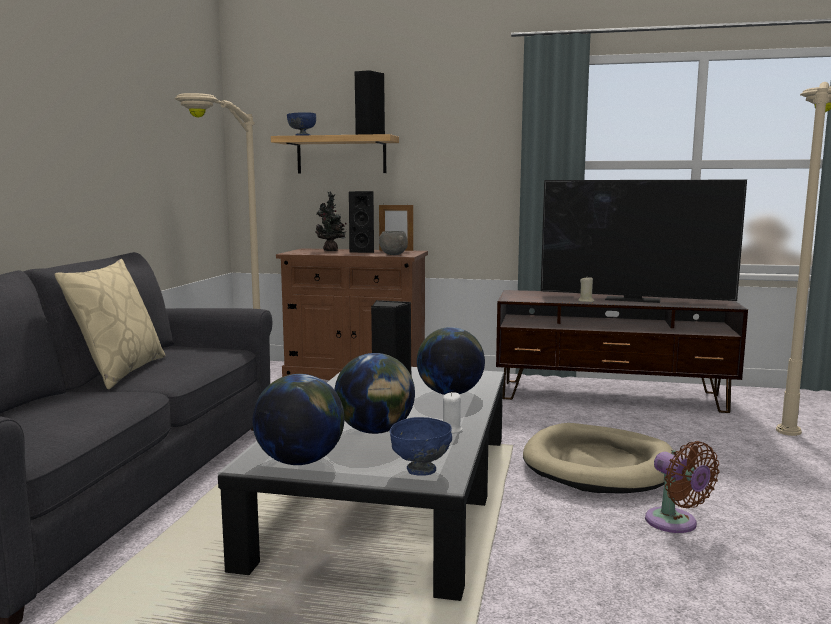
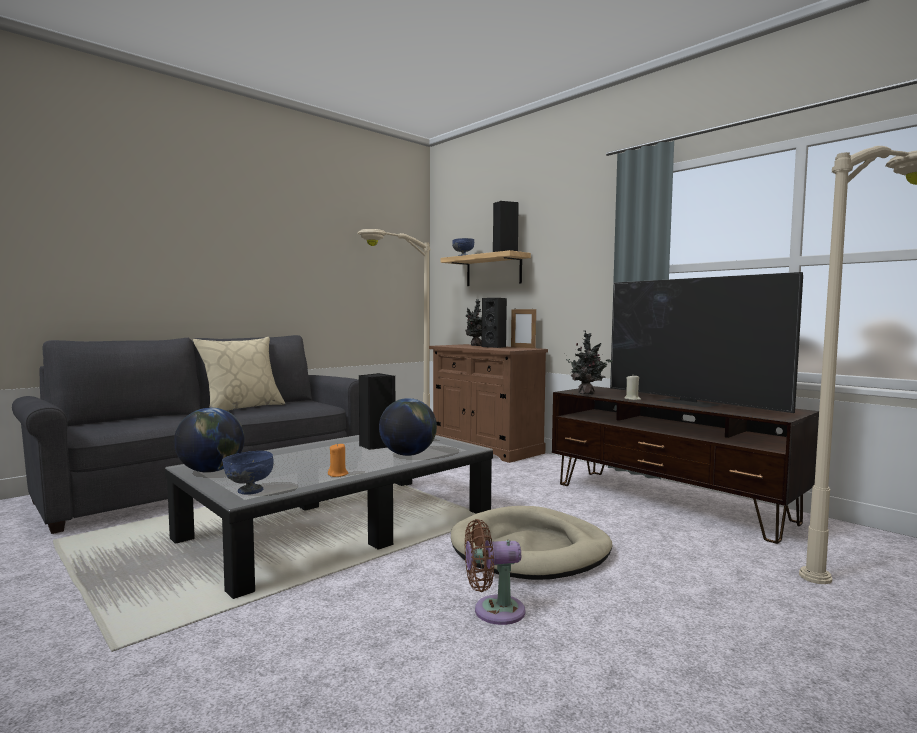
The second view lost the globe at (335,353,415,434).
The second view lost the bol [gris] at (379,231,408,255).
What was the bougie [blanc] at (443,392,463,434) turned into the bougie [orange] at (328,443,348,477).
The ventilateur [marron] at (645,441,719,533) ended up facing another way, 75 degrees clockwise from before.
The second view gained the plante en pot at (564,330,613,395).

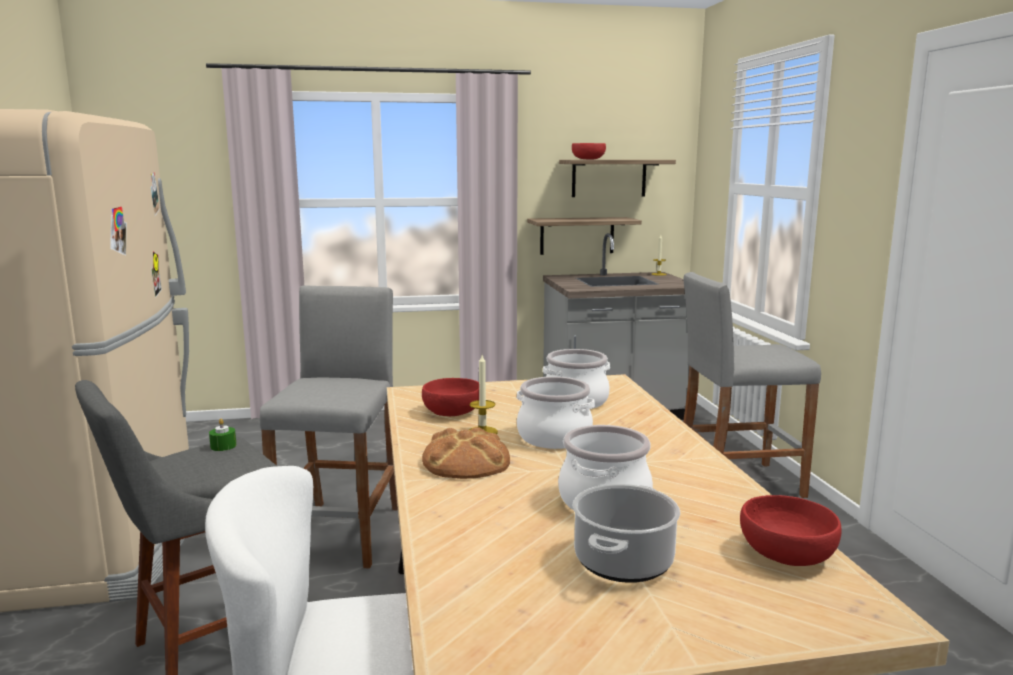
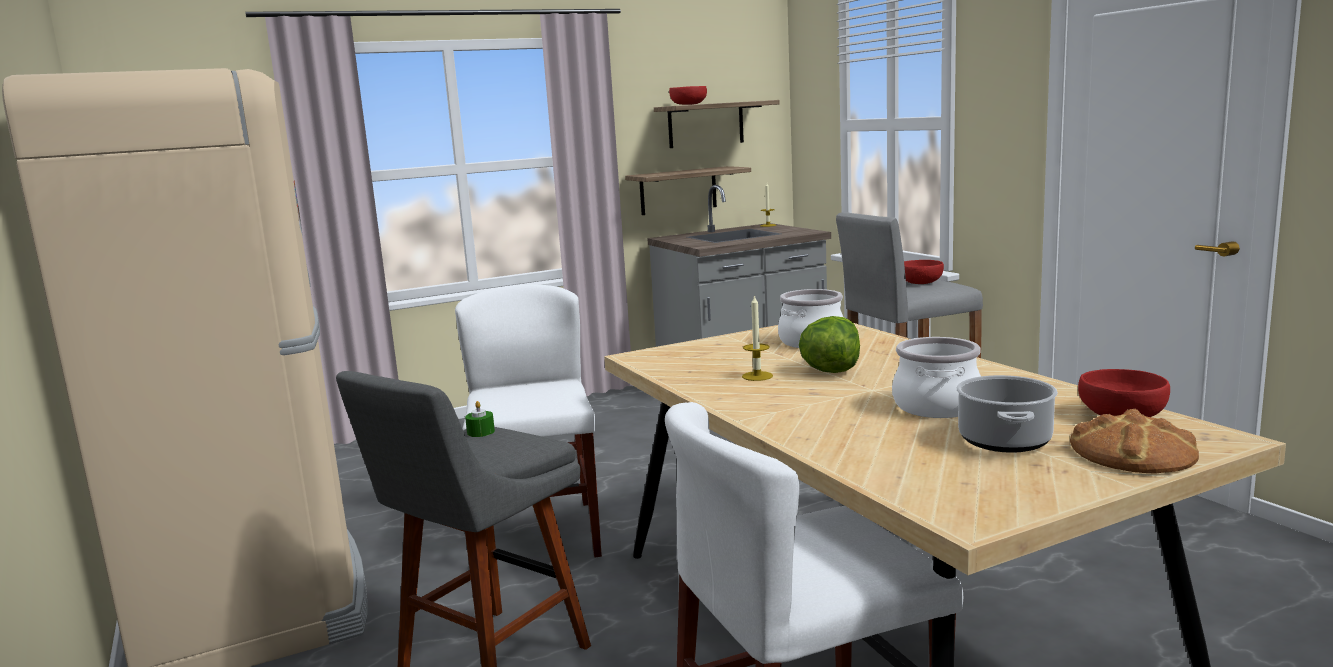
Where the tabouret [gris] stood at (260,286,398,569), the chaise [blanc] came to stand at (455,284,602,557).
The bol [rouge] ended up elsewhere, having gone from (422,378,479,416) to (904,260,944,284).
The pain ended up elsewhere, having gone from (422,427,510,479) to (1070,409,1199,473).
Where the marmite stood at (517,376,595,449), the laitue came to stand at (799,316,860,373).

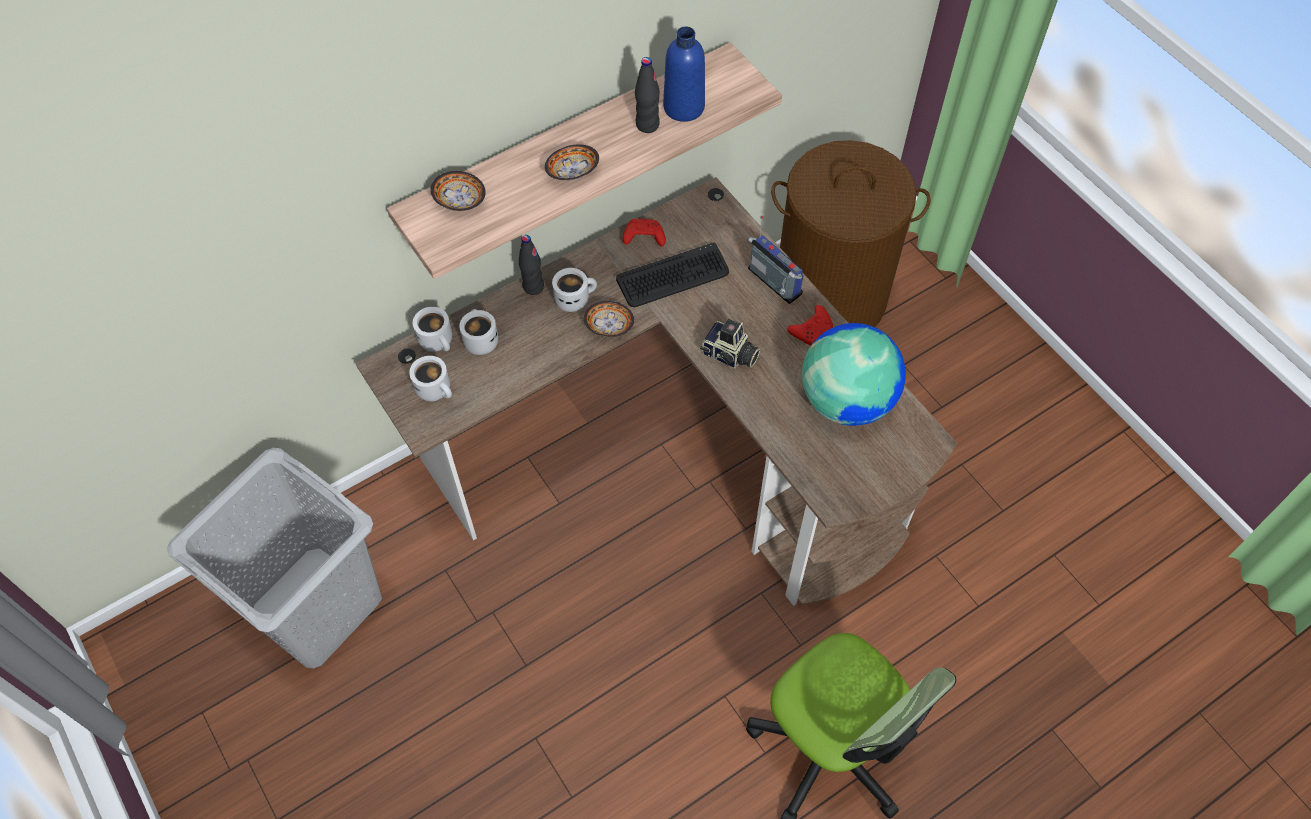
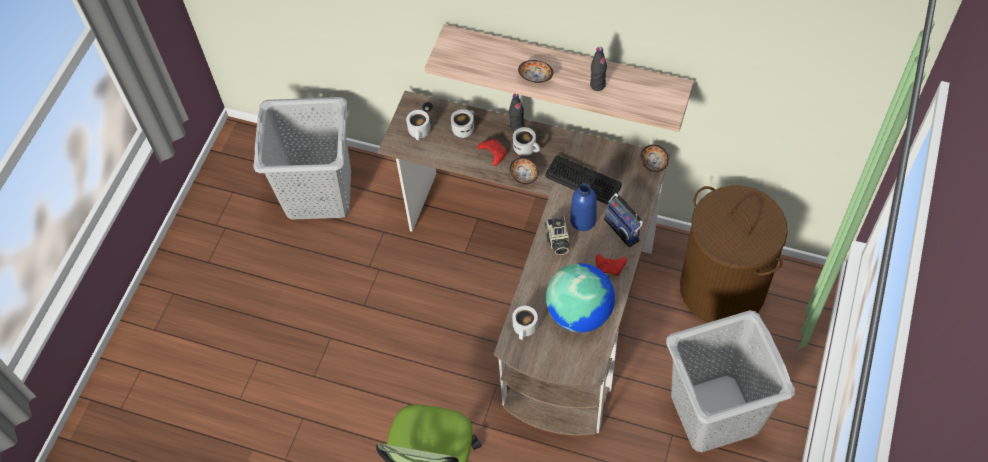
The mug [blanc] ended up elsewhere, having gone from (413,307,452,352) to (512,306,538,340).
The bol ended up elsewhere, having gone from (430,171,486,211) to (641,144,669,172).
The manette [rouge] ended up elsewhere, having gone from (623,219,666,247) to (478,139,506,166).
The bouteille [bleu] ended up elsewhere, having gone from (663,26,705,122) to (570,183,596,231).
The radio at (748,216,804,304) ended up facing another way, 135 degrees clockwise from before.
The second view gained the panier à linge [gris] at (666,310,795,452).

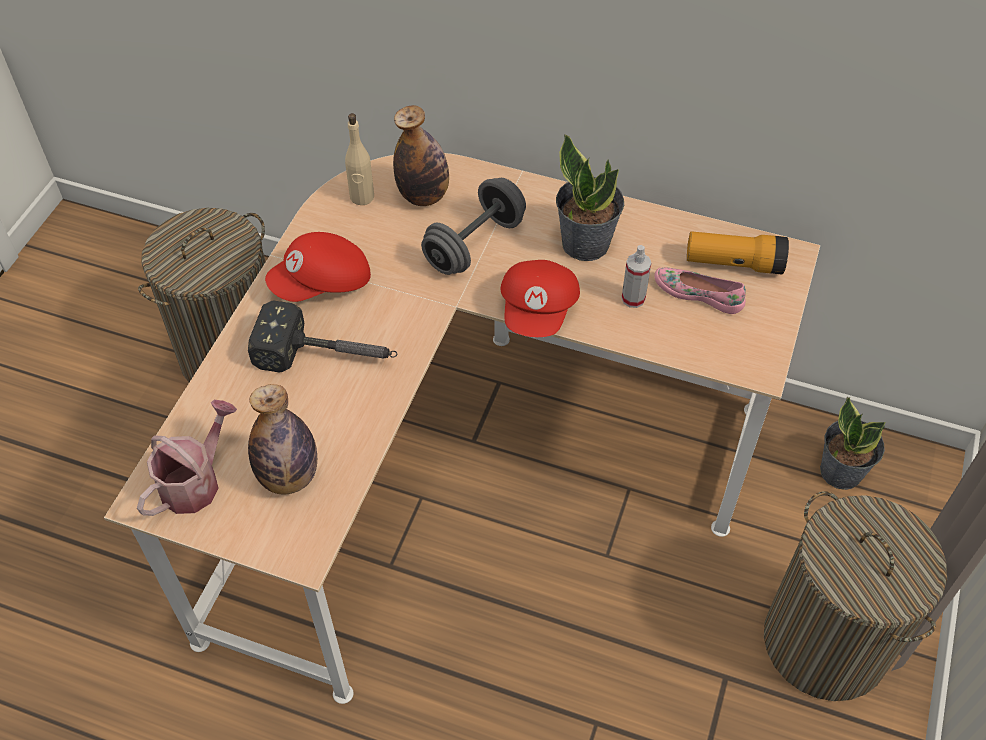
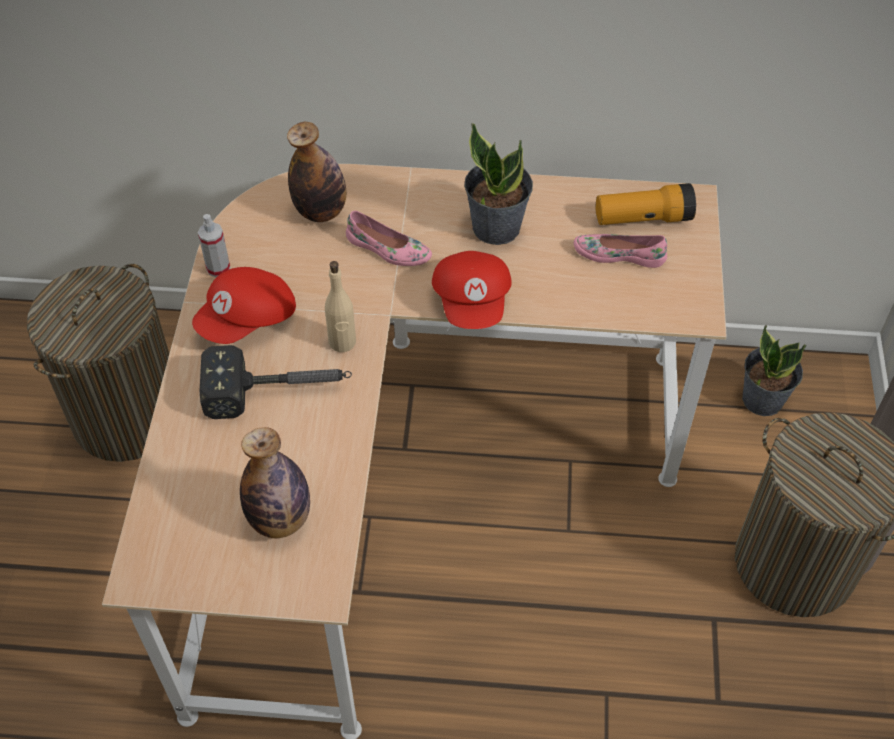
The second view lost the arrosoir at (137,400,237,516).
The bouteille [beige] ended up elsewhere, having gone from (345,113,374,205) to (325,261,356,352).
Where the haltère [gris] stood at (421,178,526,275), the chaussure [rose] came to stand at (346,211,432,266).
The vaporisateur ended up elsewhere, having gone from (622,245,651,308) to (198,214,230,278).

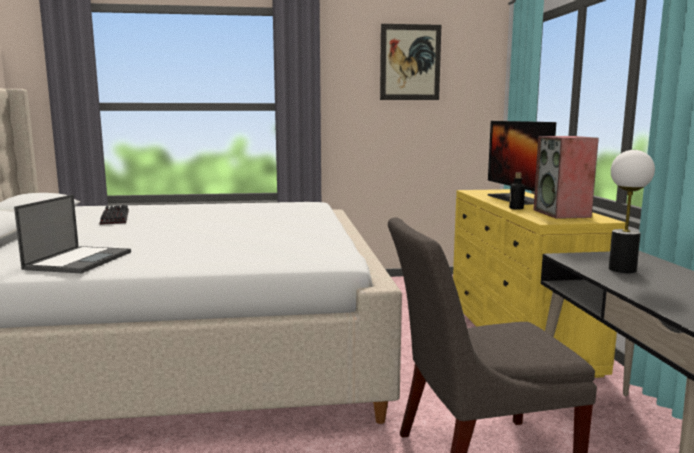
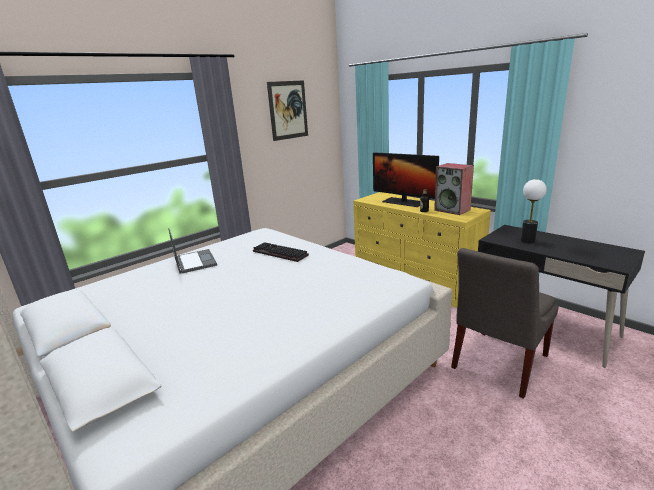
The ordinateur portable ended up elsewhere, having gone from (14,195,131,274) to (168,228,217,274).
The clavier ended up elsewhere, having gone from (100,205,129,225) to (253,242,309,262).

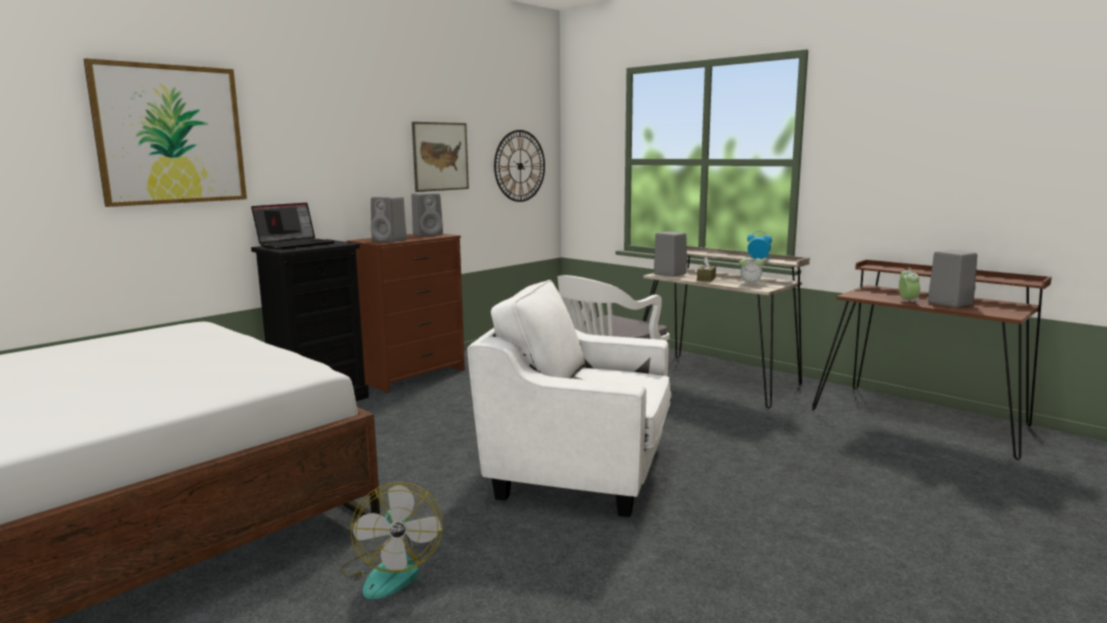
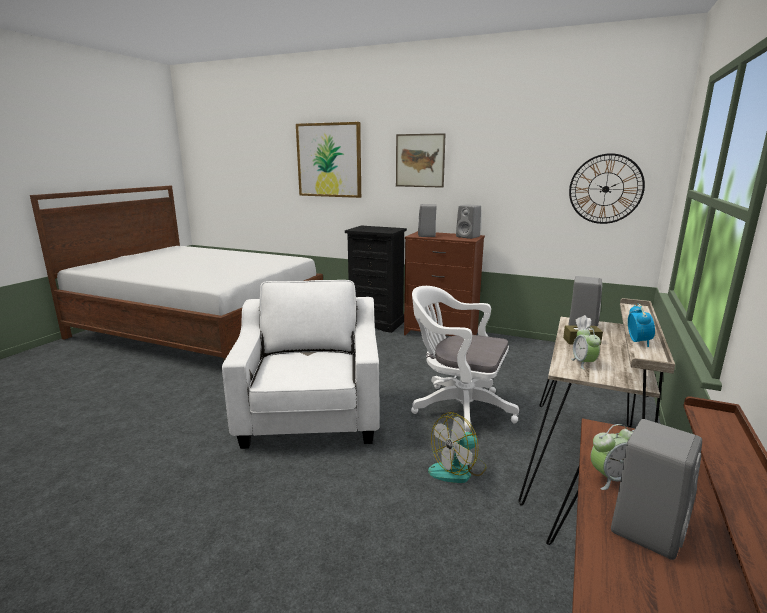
The second view lost the ordinateur portable at (251,203,335,249).
The ventilateur ended up elsewhere, having gone from (340,482,443,599) to (428,412,486,483).
The tableau ended up elsewhere, having gone from (412,122,469,192) to (396,133,446,188).

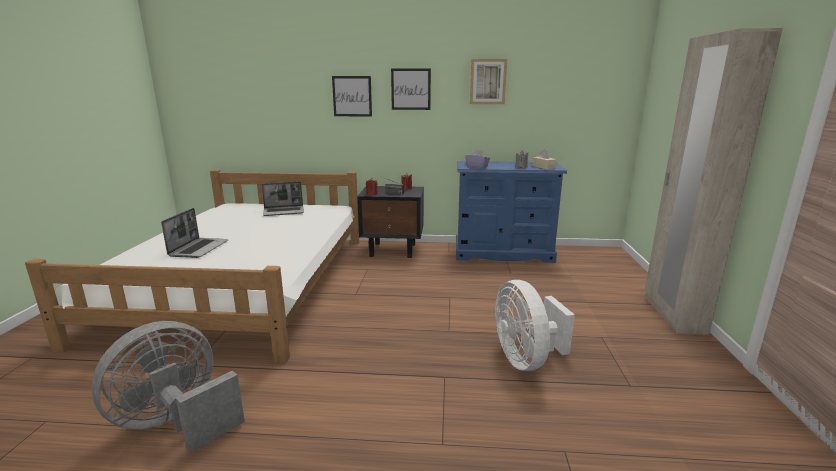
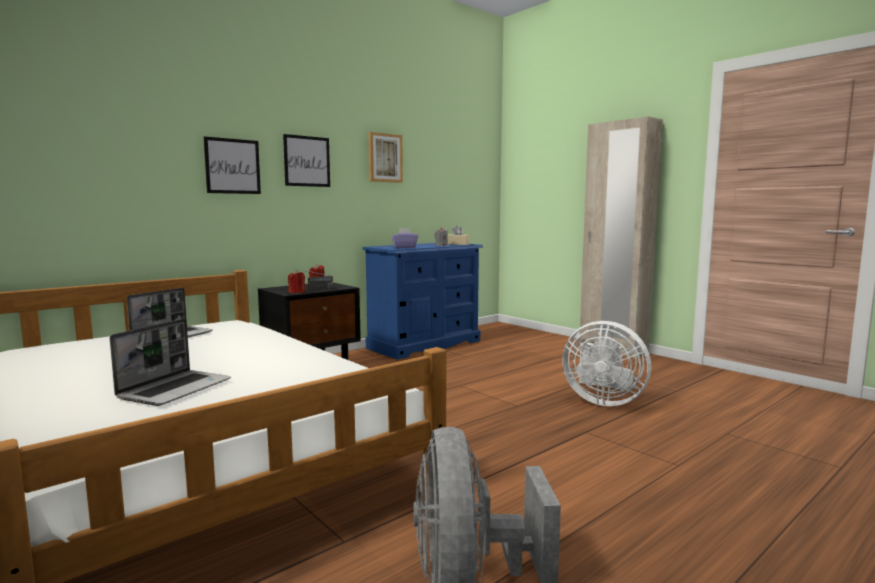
The ordinateur portable at (161,208,229,258) ended up facing another way, 60 degrees clockwise from before.

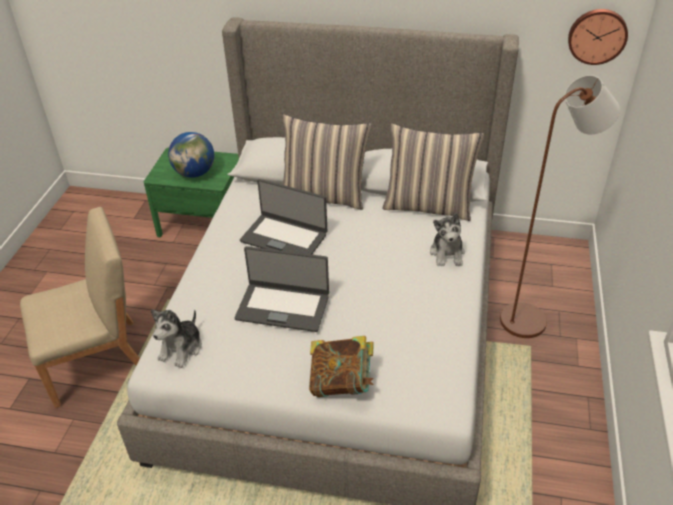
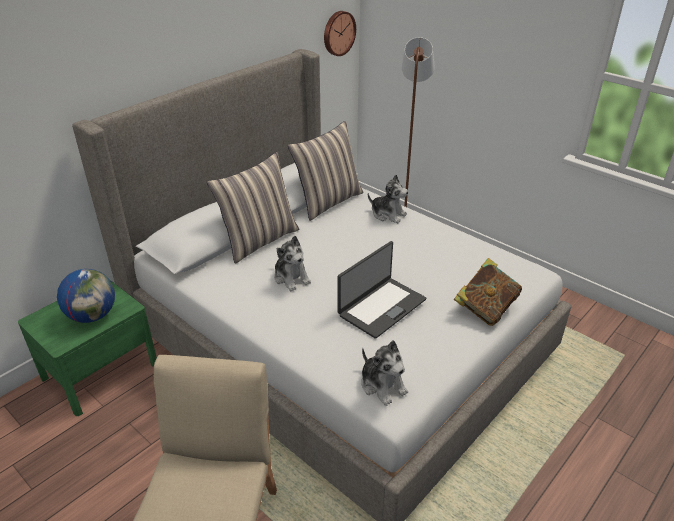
Where the ordinateur portable stood at (240,179,327,255), the peluche came to stand at (274,236,311,291).

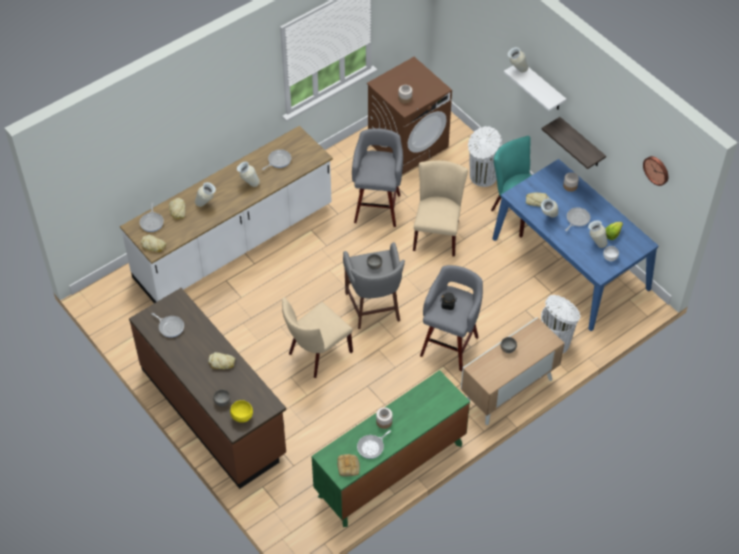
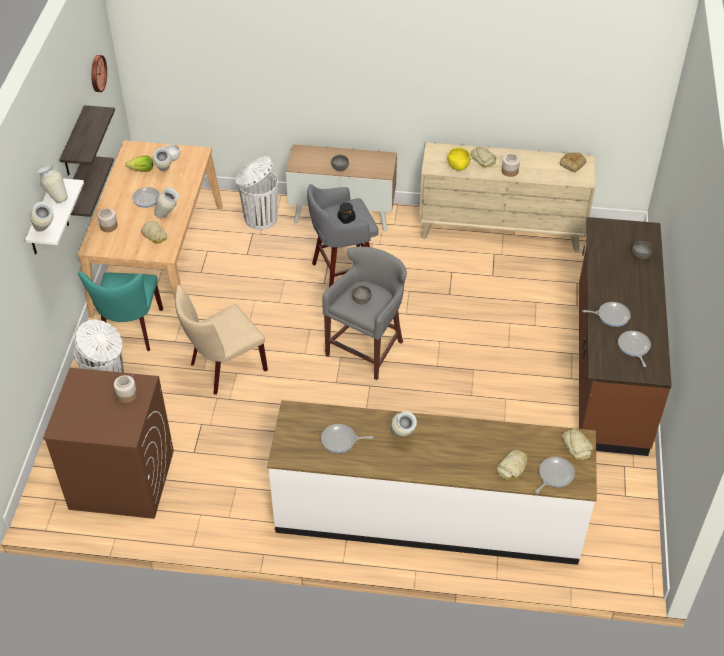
The vase ended up elsewhere, having gone from (195,182,216,207) to (37,164,68,203).
The pain ended up elsewhere, having gone from (208,352,235,369) to (470,147,496,168).
The bol [jaune] ended up elsewhere, having gone from (230,400,253,423) to (447,148,470,171).
The second view lost the chaise [beige] at (282,297,353,378).
What was the commode [vert] at (311,370,470,527) turned into the commode [beige] at (419,142,595,252).
The second view lost the tabouret [gris] at (352,128,403,227).
The poêle ended up elsewhere, having gone from (357,430,391,459) to (582,302,631,327).
What was the table à manger [bleu] at (492,159,658,331) turned into the table à manger [beige] at (78,141,223,318).
The second view gained the étagère at (59,105,115,175).

